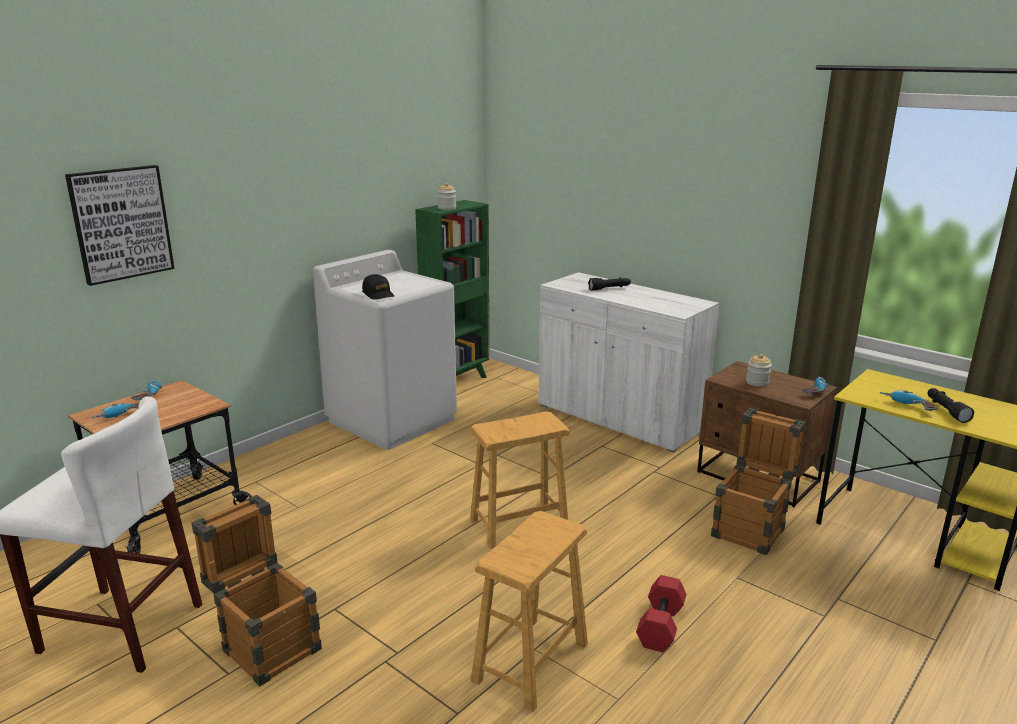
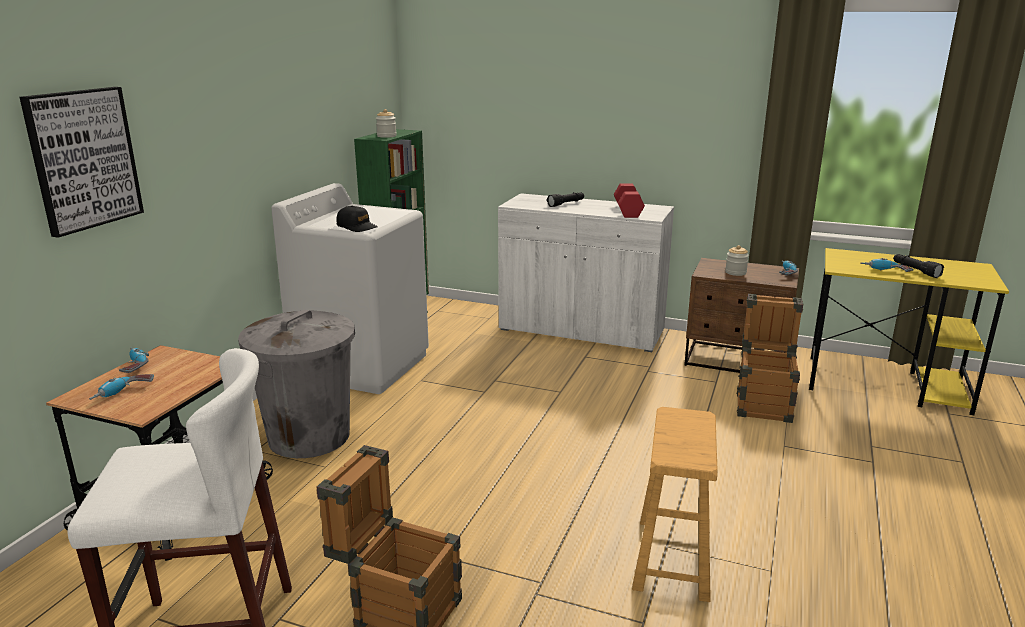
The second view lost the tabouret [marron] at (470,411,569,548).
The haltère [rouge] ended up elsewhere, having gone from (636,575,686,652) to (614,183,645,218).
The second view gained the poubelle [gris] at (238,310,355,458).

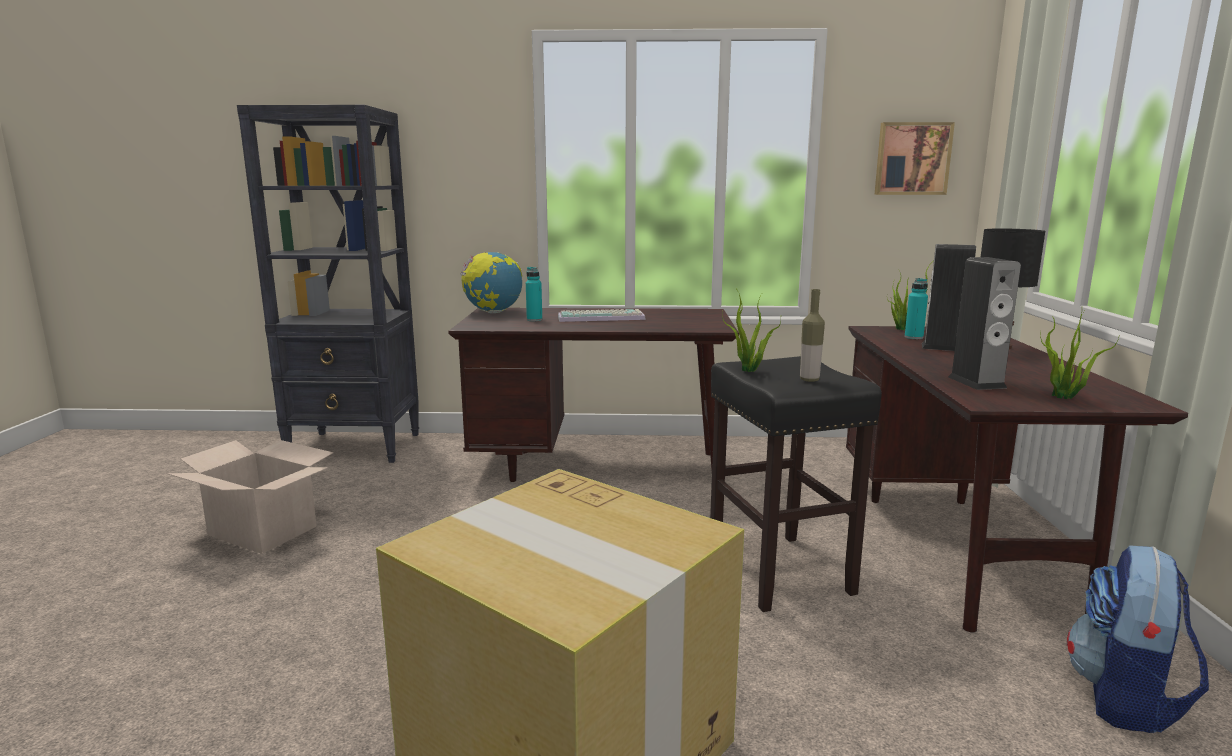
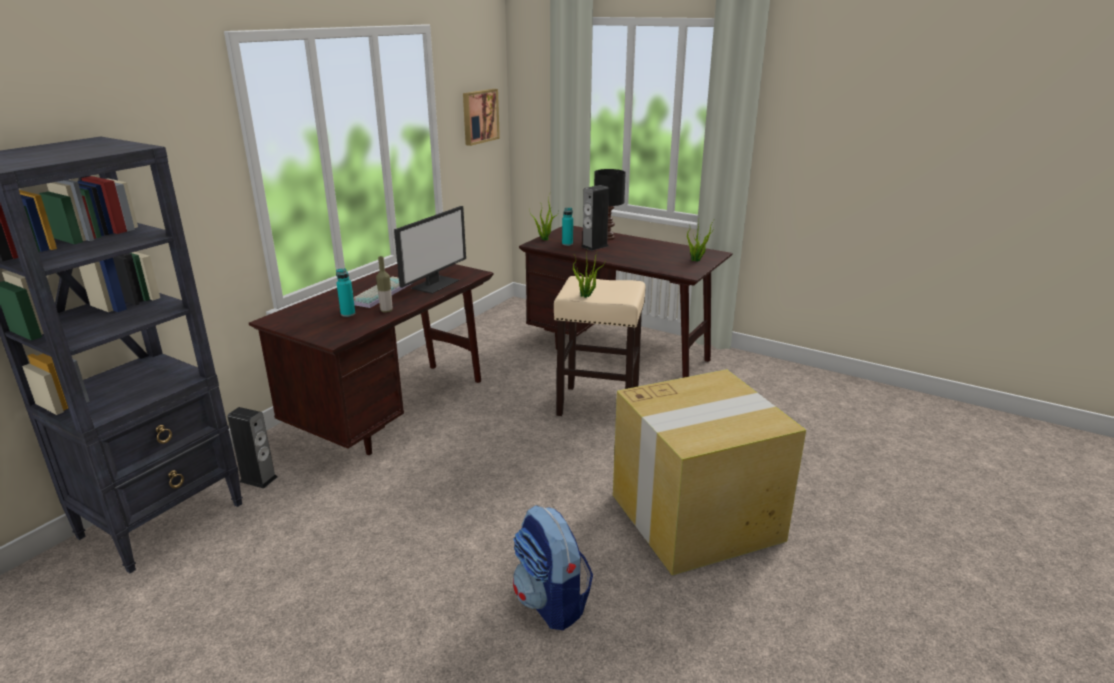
The second view lost the carton at (167,440,334,554).
The second view lost the globe at (460,252,522,313).
What was the tabouret [noir] at (710,356,882,612) turned into the tabouret [beige] at (554,276,646,416).
The bouteille ended up elsewhere, having gone from (800,289,825,382) to (376,256,393,313).
The enceinte ended up elsewhere, having gone from (948,257,1021,390) to (227,407,277,488).
The sac à dos ended up elsewhere, having gone from (1067,545,1209,733) to (513,505,593,630).
The second view gained the écran d'ordinateur at (394,206,466,294).

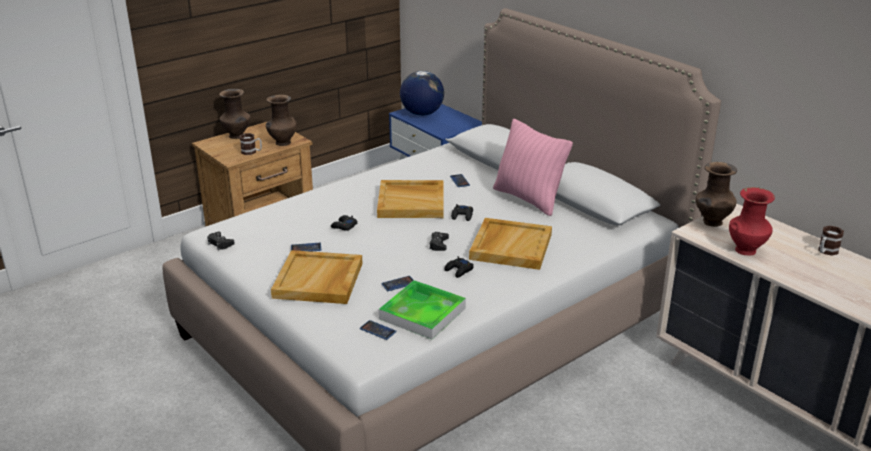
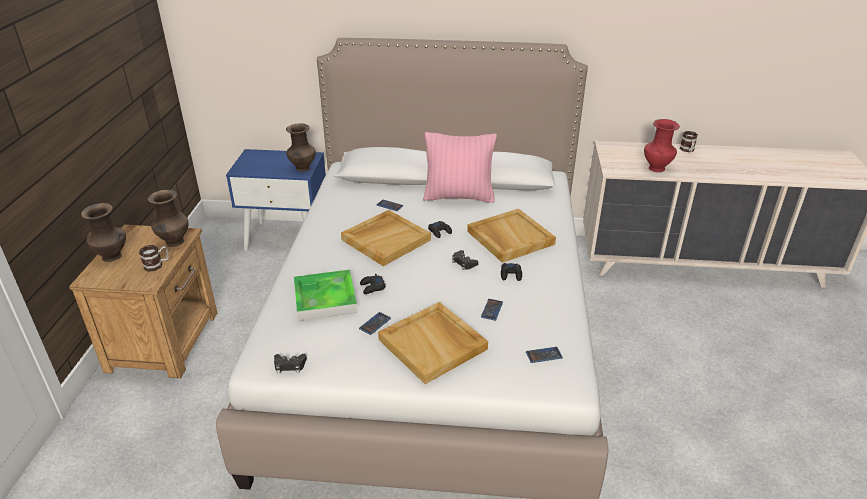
The plateau ended up elsewhere, having gone from (379,280,466,339) to (294,270,357,321).
The second view lost the globe at (400,71,444,116).
The vase [marron] ended up elsewhere, having gone from (696,162,737,227) to (286,123,316,172).

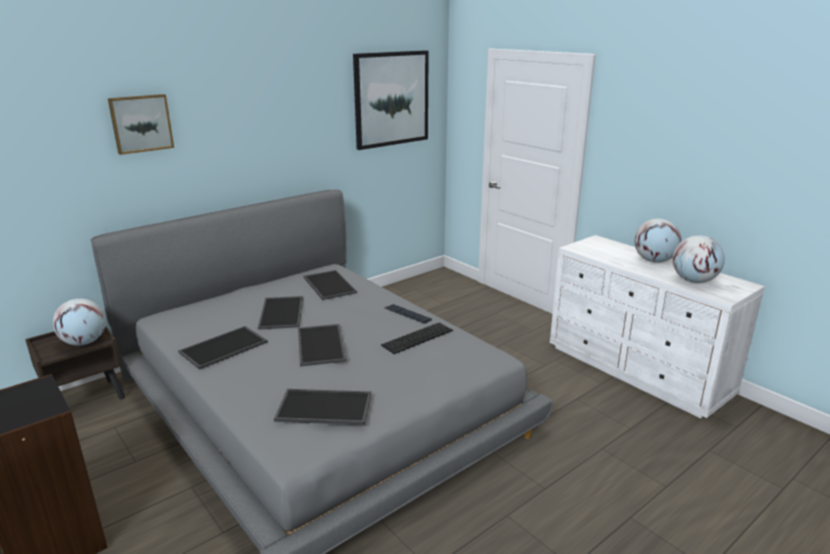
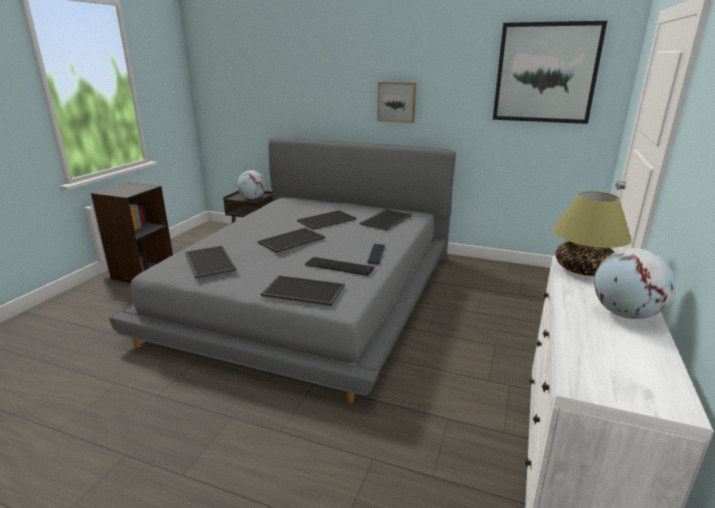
The tableau ended up elsewhere, having gone from (108,94,174,155) to (377,82,416,123).
The plateau ended up elsewhere, having gone from (178,326,268,370) to (261,275,345,306).
The second view lost the globe at (672,235,725,283).
The second view gained the lampe de table at (553,191,632,276).

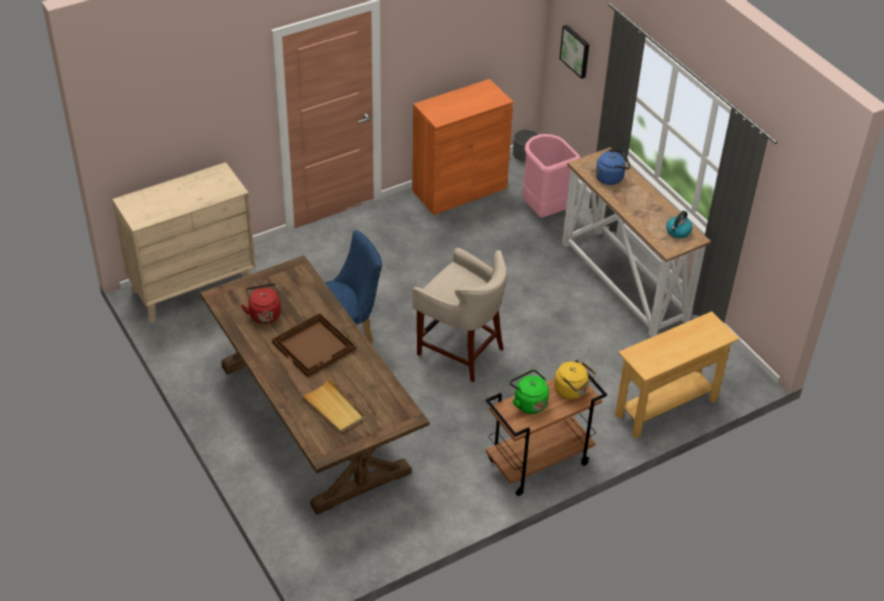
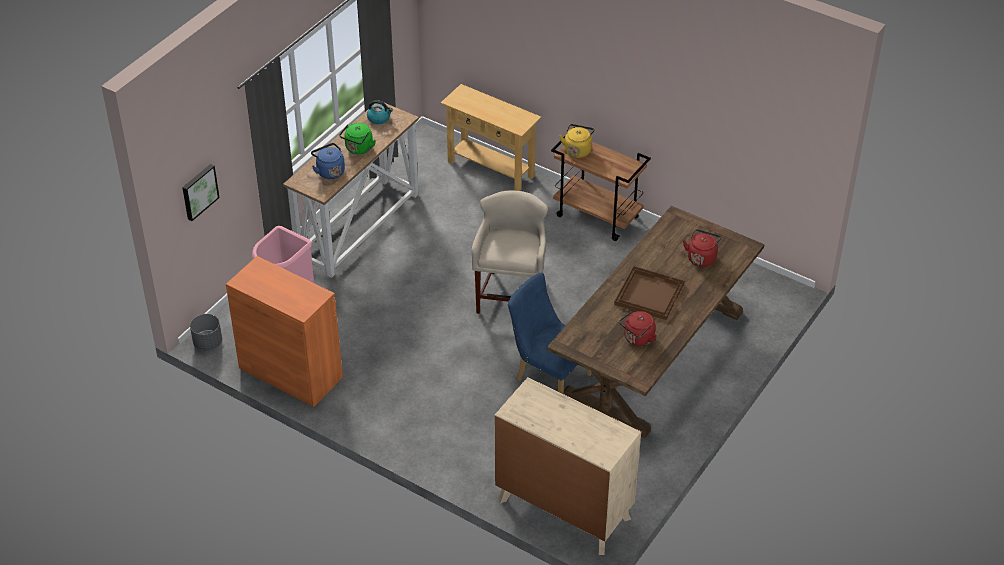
Where the plateau [beige] stood at (301,378,365,433), the bouilloire [rouge] came to stand at (683,229,721,267).
The bouilloire [vert] ended up elsewhere, having gone from (510,369,549,414) to (339,123,376,154).

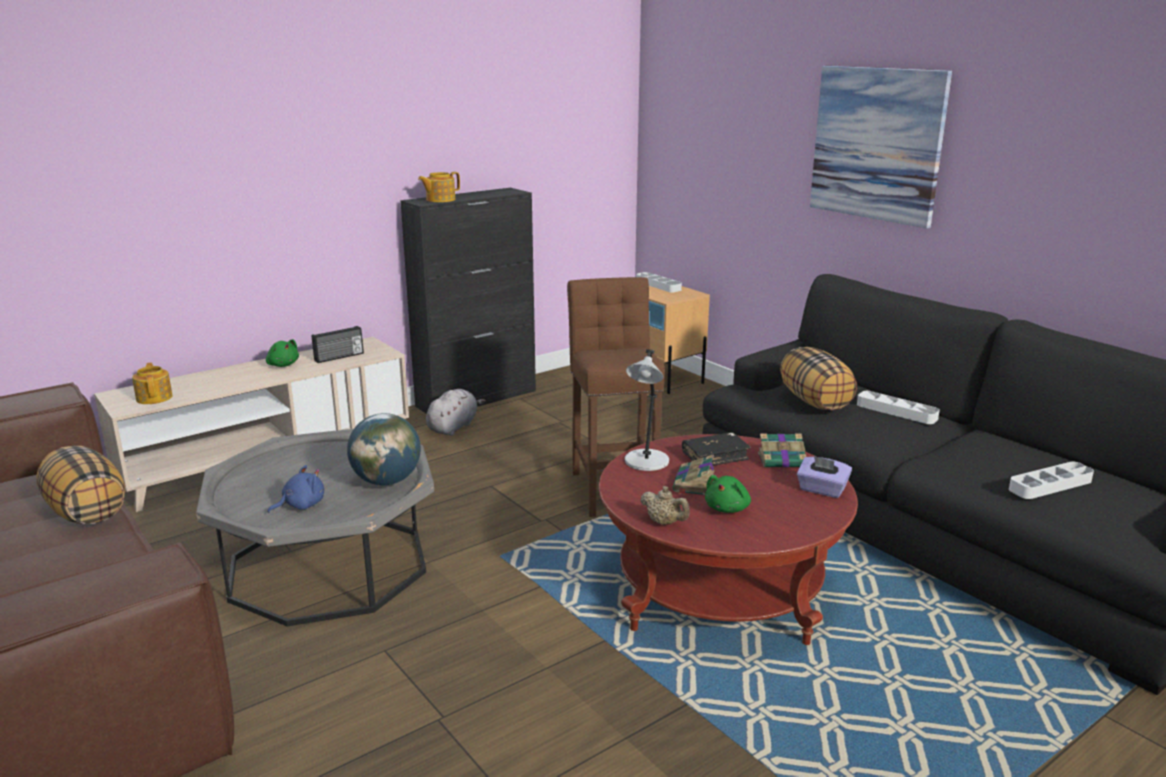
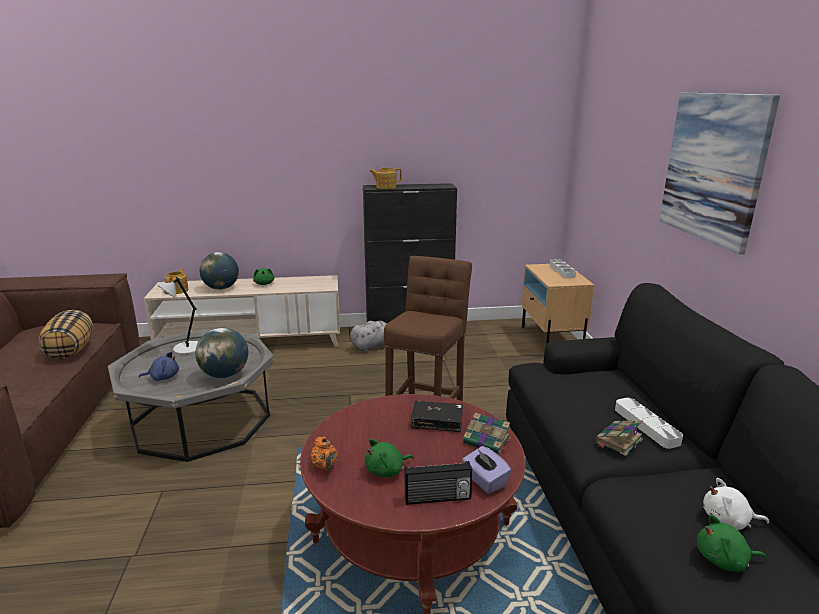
The radio ended up elsewhere, having gone from (312,326,364,363) to (405,461,473,505).
The lampe de table [gris] ended up elsewhere, having gone from (625,349,669,471) to (156,277,199,355).
What was the théière [beige] at (640,486,690,525) turned into the théière [orange] at (311,437,338,471).
The livre ended up elsewhere, having gone from (672,455,716,496) to (595,420,643,456).
The second view lost the coussin at (780,347,857,410).
Where the plateau [blanc] stood at (1009,462,1094,499), the peluche [vert] came to stand at (697,514,766,572).
The second view gained the globe at (199,252,239,290).
The second view gained the peluche [blanc] at (703,478,769,530).

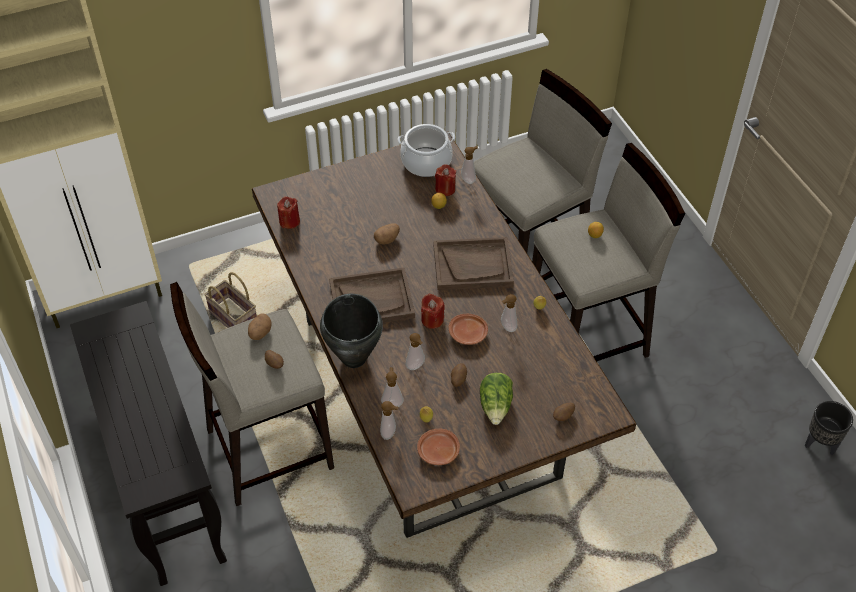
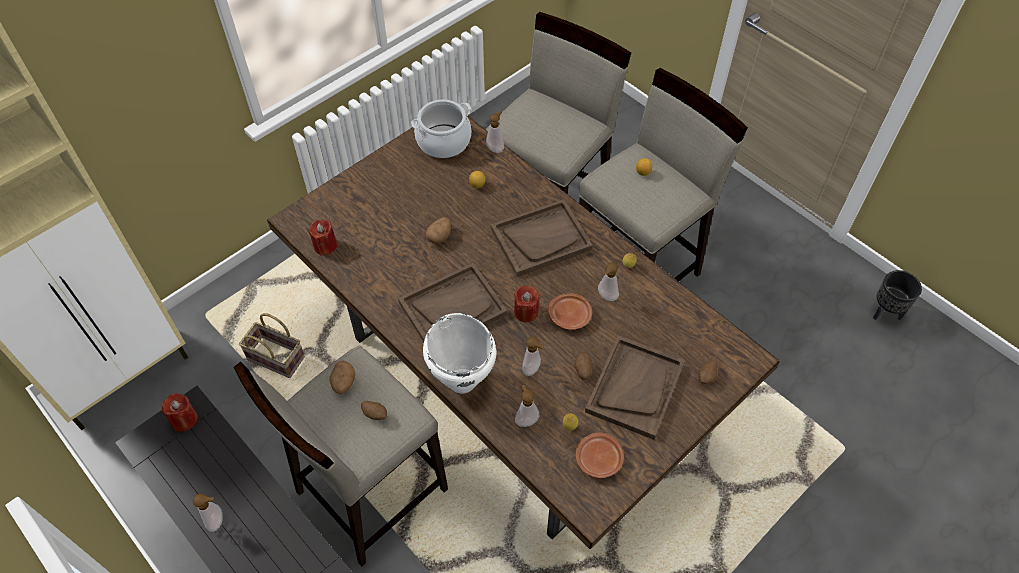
What was the marmite [noir] at (320,293,383,368) turned into the marmite [blanc] at (423,313,496,394).
The distributeur de savon ended up elsewhere, having gone from (380,401,398,440) to (193,494,223,532).
The bougie [rouge] ended up elsewhere, having gone from (435,164,456,196) to (162,393,198,431).
Where the laitue stood at (480,373,513,425), the plateau [marron] came to stand at (585,335,685,440).

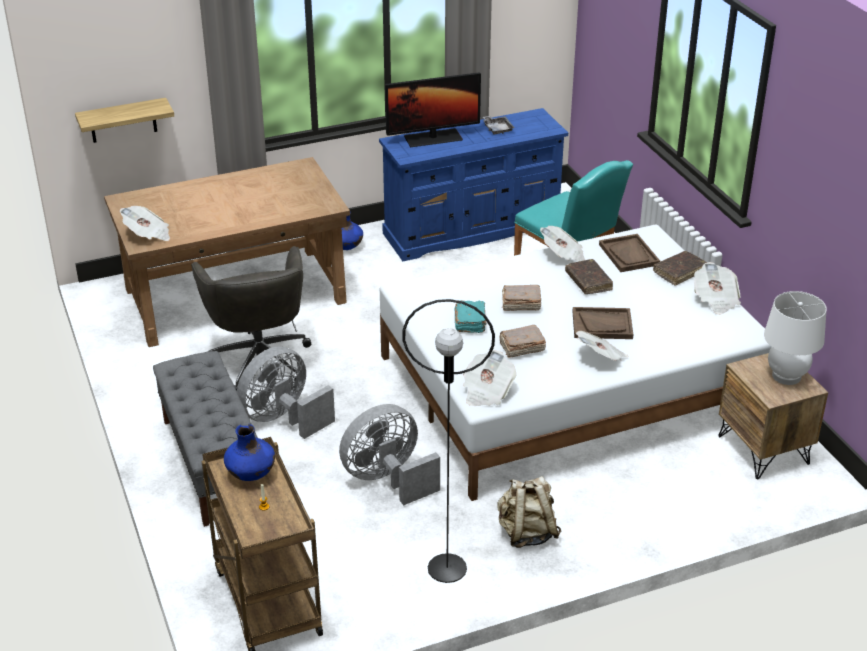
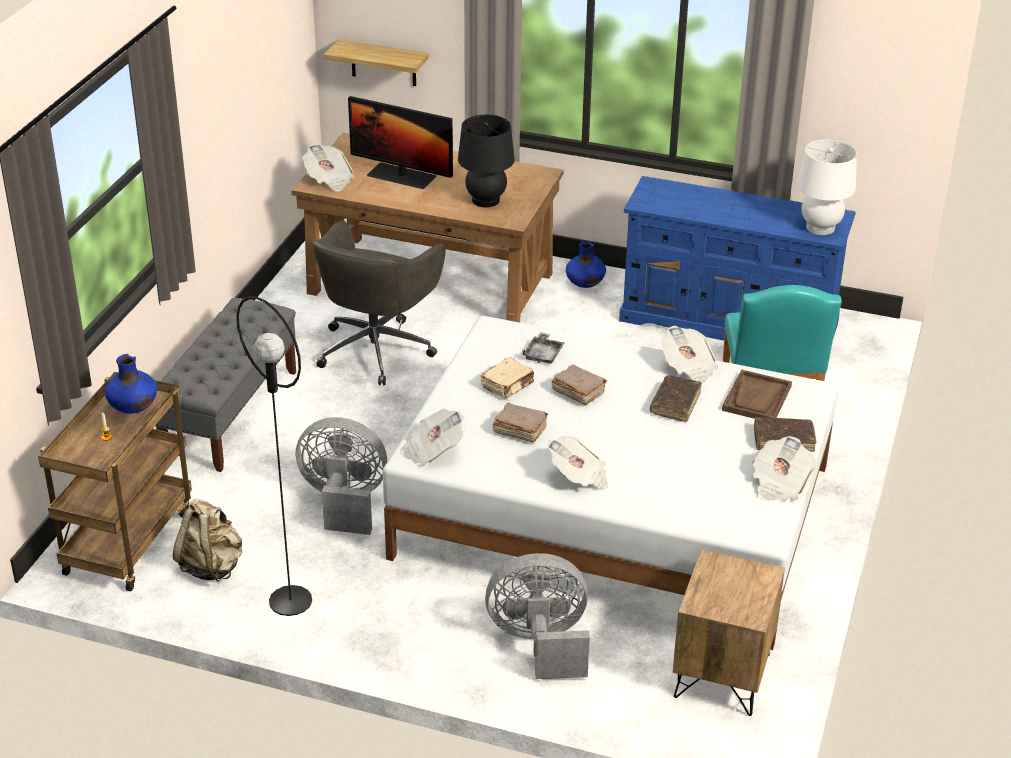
The ventilateur [gris] ended up elsewhere, having gone from (237,346,335,439) to (485,553,590,679).
The écran d'ordinateur ended up elsewhere, having gone from (385,72,481,147) to (348,96,453,189).
What was the livre [turquoise] at (455,300,487,333) turned into the livre [beige] at (480,357,534,399).
The plateau [gris] ended up elsewhere, having gone from (483,116,515,135) to (523,332,564,363).
The sac à dos [beige] ended up elsewhere, having gone from (497,476,561,548) to (173,499,242,582).
The second view lost the plateau [marron] at (572,307,633,339).
The lampe de table [blanc] ended up elsewhere, having gone from (764,291,827,385) to (797,140,857,235).
The second view gained the lampe de table [noir] at (458,115,515,207).

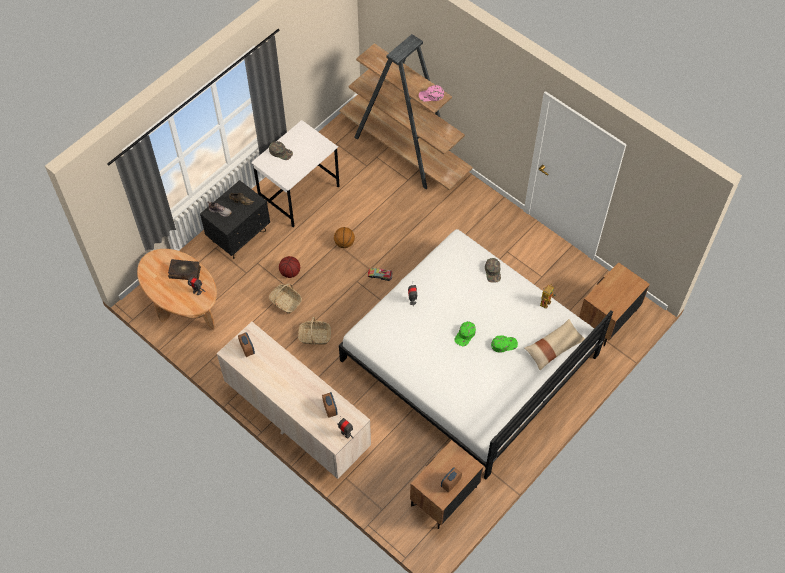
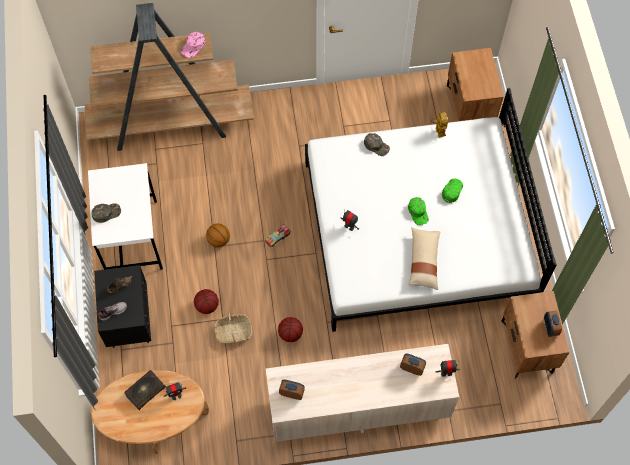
Where the panier stood at (298,317,331,345), the ballon de basket came to stand at (278,317,303,342).
The coussin [beige] ended up elsewhere, having gone from (524,319,585,370) to (409,227,441,290).

